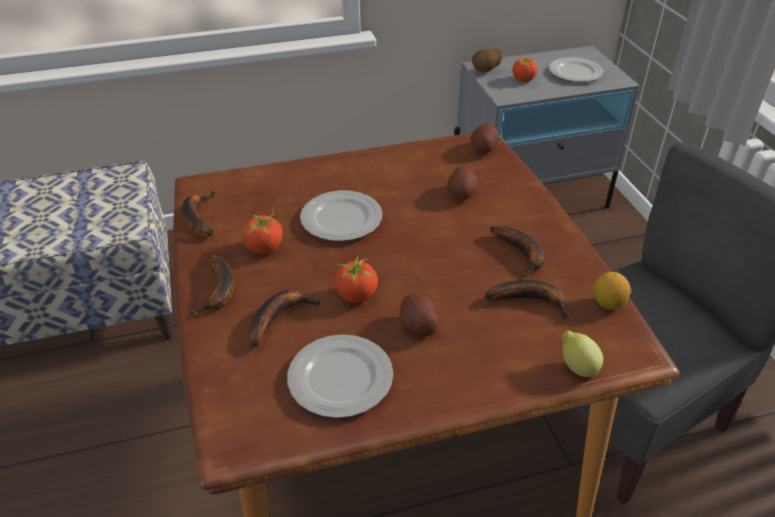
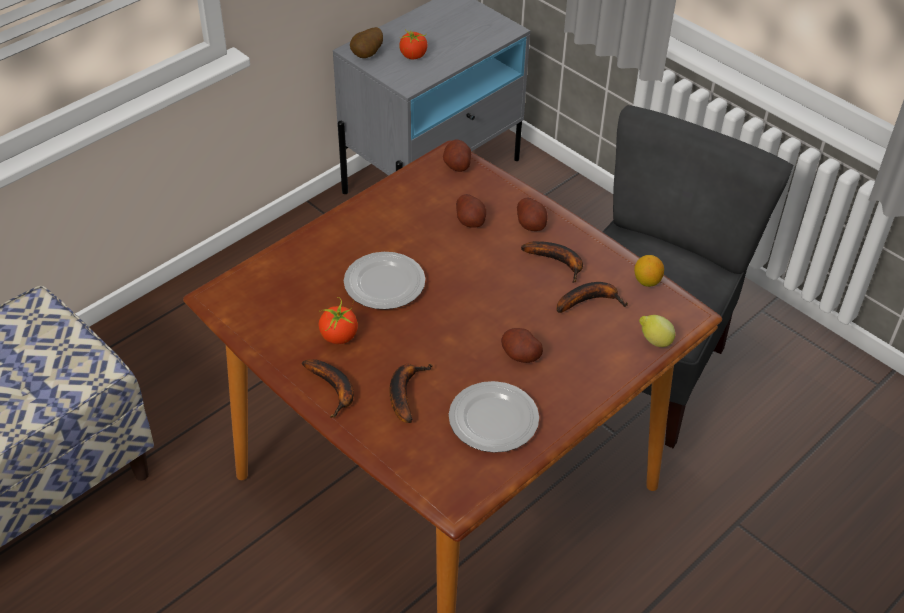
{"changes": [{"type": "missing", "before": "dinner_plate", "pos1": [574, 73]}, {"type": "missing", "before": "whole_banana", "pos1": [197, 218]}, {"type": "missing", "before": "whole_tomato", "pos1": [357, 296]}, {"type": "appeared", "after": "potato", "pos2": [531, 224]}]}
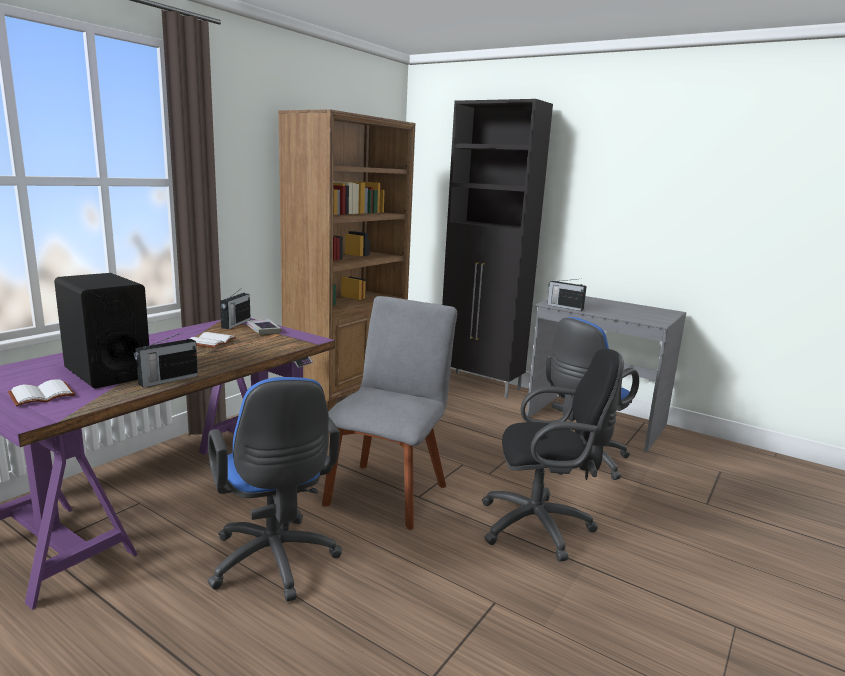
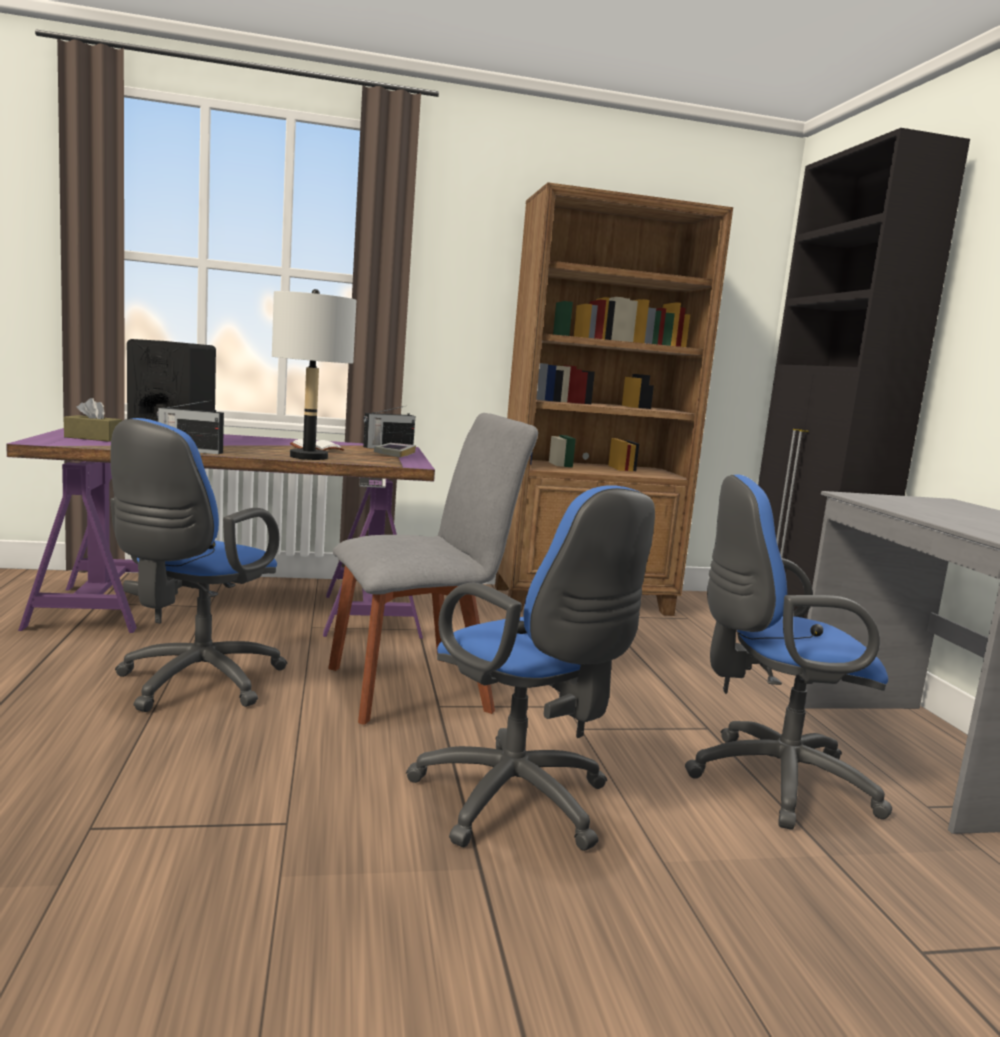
{"changes": [{"type": "missing", "before": "radio", "pos1": [564, 307]}, {"type": "colour", "before": "black_office_chair", "after": "bluish_office_chair", "pos1": [542, 527], "pos2": [519, 804]}, {"type": "exchanged", "before": "white-coloured_bound_book", "after": "brown-coloured_tissue_box", "pos1": [42, 394], "pos2": [93, 438]}, {"type": "appeared", "after": "greyish_table_lamp", "pos2": [308, 457]}]}
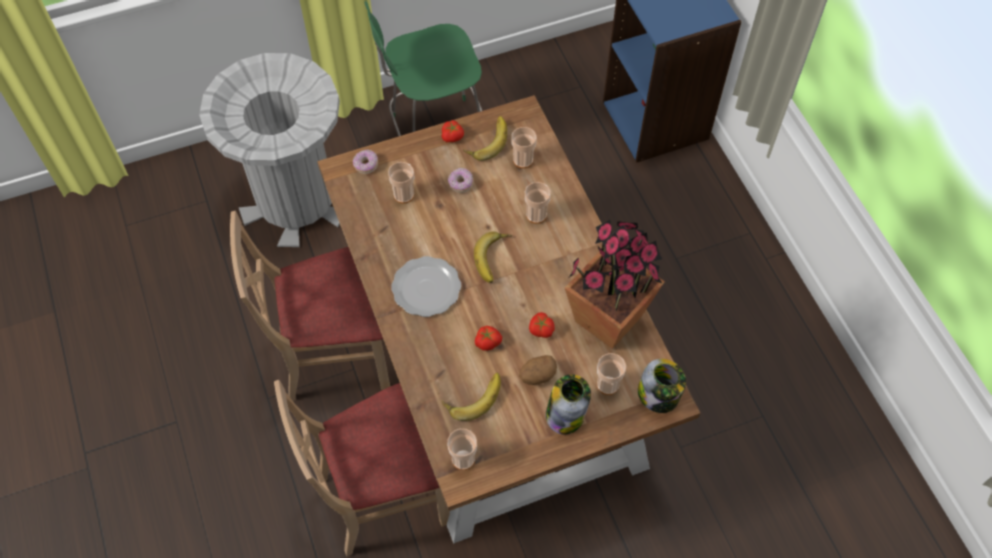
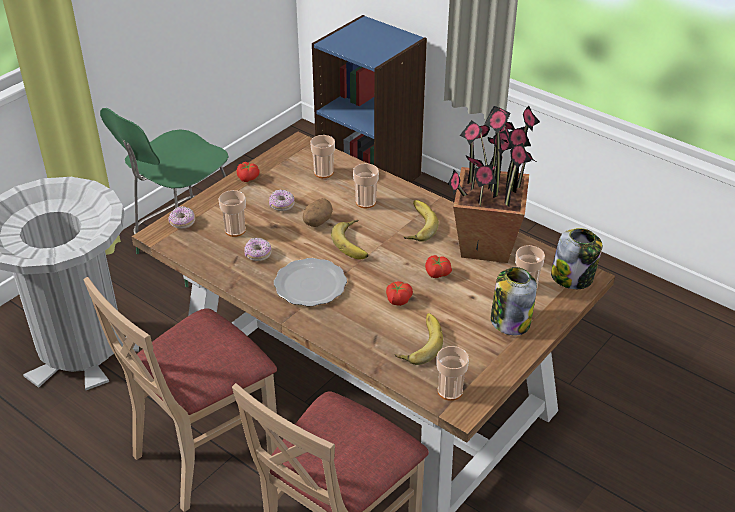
{"changes": [{"type": "relocated", "before": "whole_banana", "pos1": [487, 140], "pos2": [416, 224]}, {"type": "relocated", "before": "potato", "pos1": [537, 375], "pos2": [317, 222]}, {"type": "appeared", "after": "ring_doughnut", "pos2": [258, 254]}]}
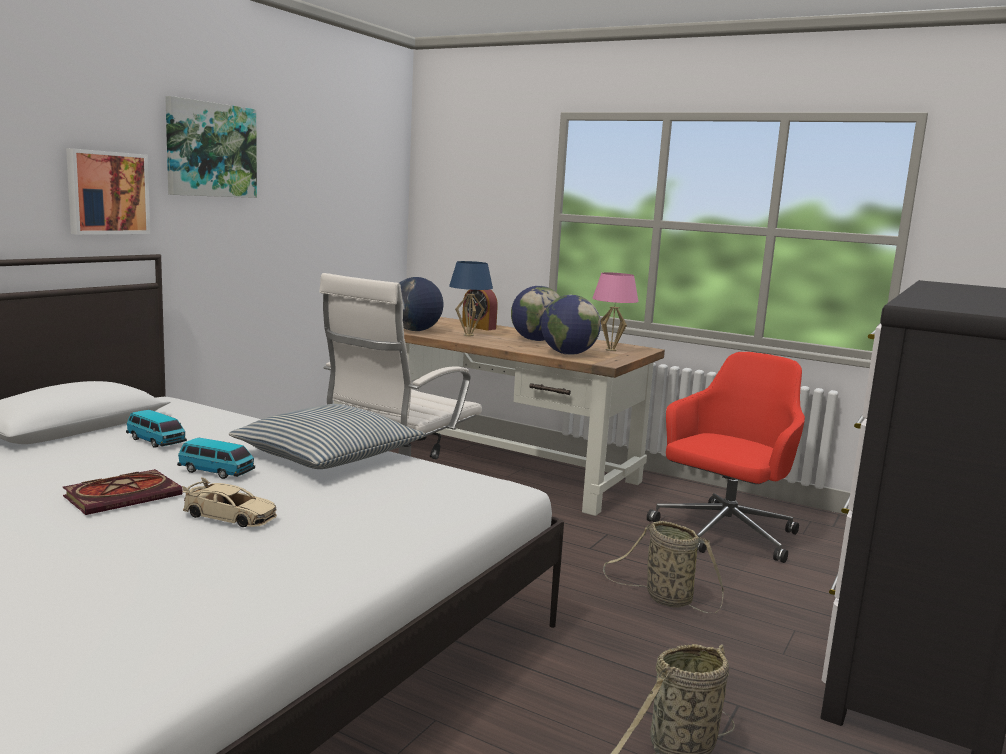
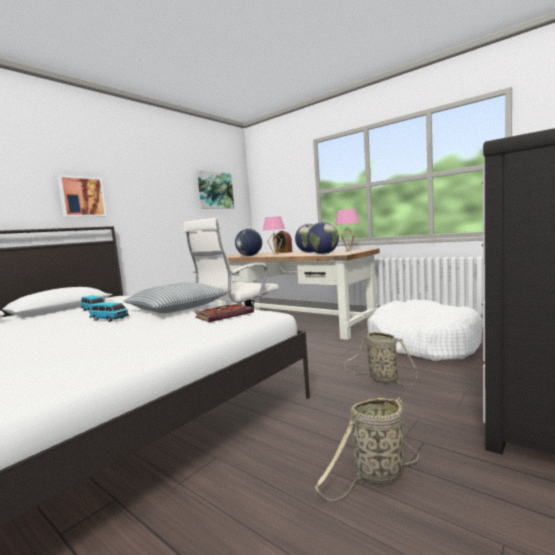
{"changes": [{"type": "relocated", "before": "wall_art", "pos1": [210, 150], "pos2": [215, 190]}, {"type": "colour", "before": "bluish_table_lamp", "after": "pinkish_table_lamp", "pos1": [468, 335], "pos2": [275, 254]}, {"type": "exchanged", "before": "reddish_office_chair", "after": "white-coloured_dog_cushion", "pos1": [724, 534], "pos2": [422, 343]}, {"type": "relocated", "before": "bound_book", "pos1": [125, 495], "pos2": [225, 315]}, {"type": "missing", "before": "beige-coloured_model_car", "pos1": [230, 516]}]}
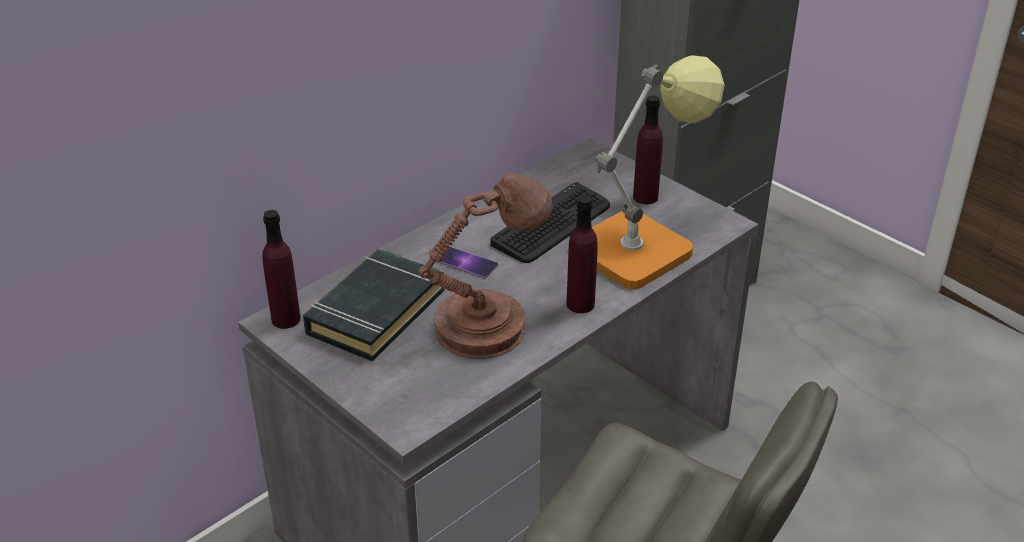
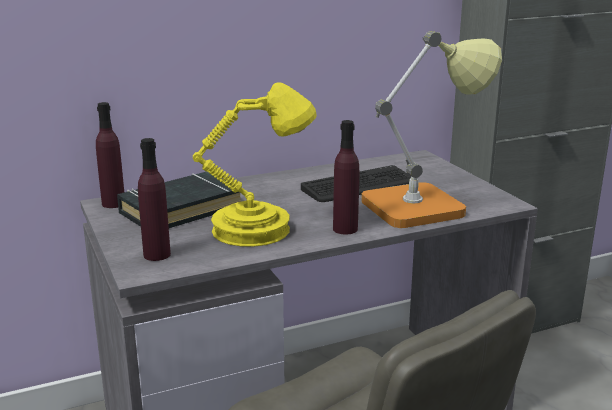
{"changes": [{"type": "relocated", "before": "purple_beverage_bottle", "pos1": [645, 197], "pos2": [157, 255]}, {"type": "colour", "before": "brown-coloured_table_lamp", "after": "yellowish_table_lamp", "pos1": [487, 326], "pos2": [258, 229]}, {"type": "missing", "before": "phone", "pos1": [466, 262]}]}
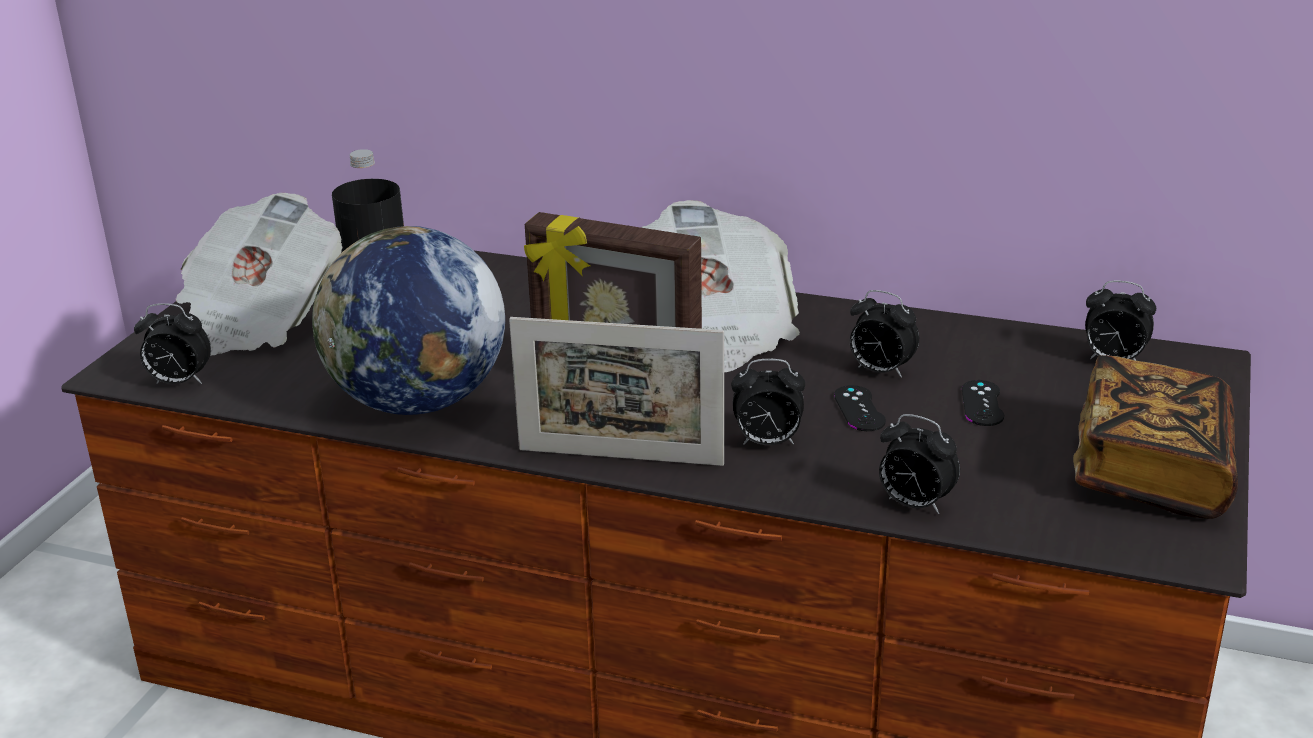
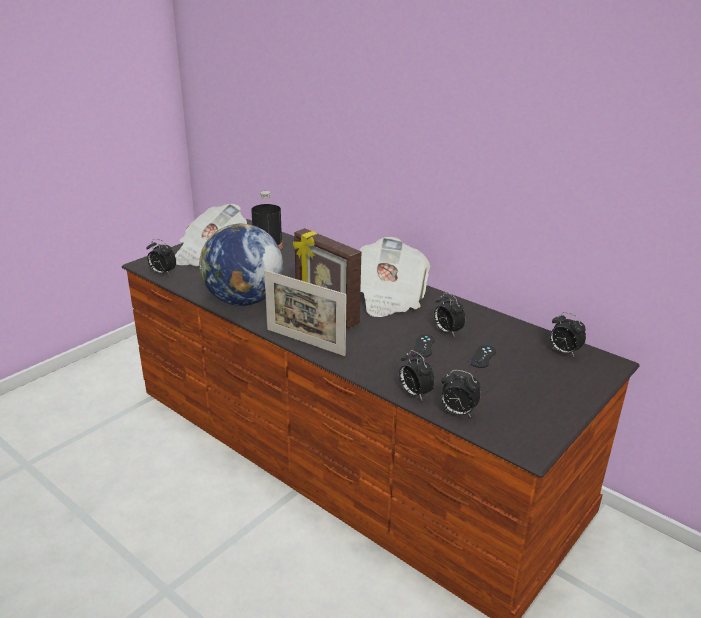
{"changes": [{"type": "missing", "before": "bound_book", "pos1": [1150, 472]}, {"type": "relocated", "before": "table_clock", "pos1": [767, 443], "pos2": [457, 413]}]}
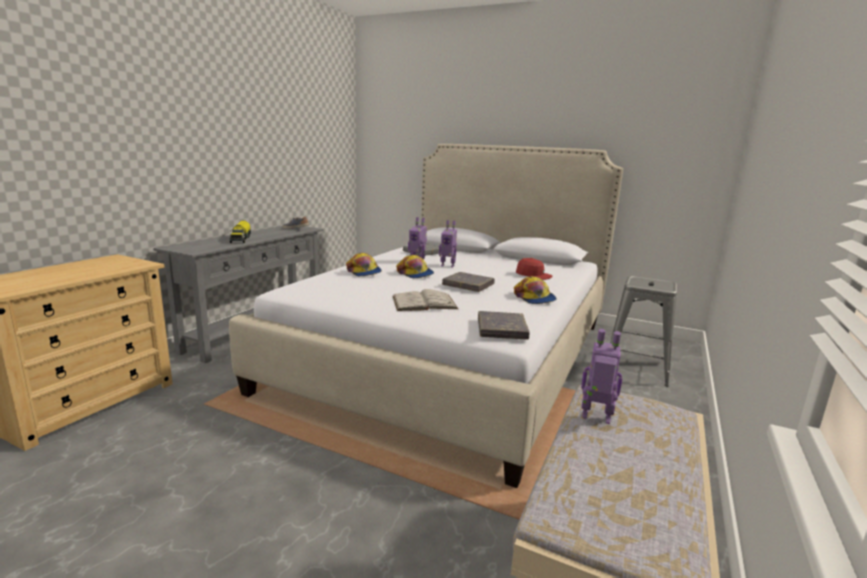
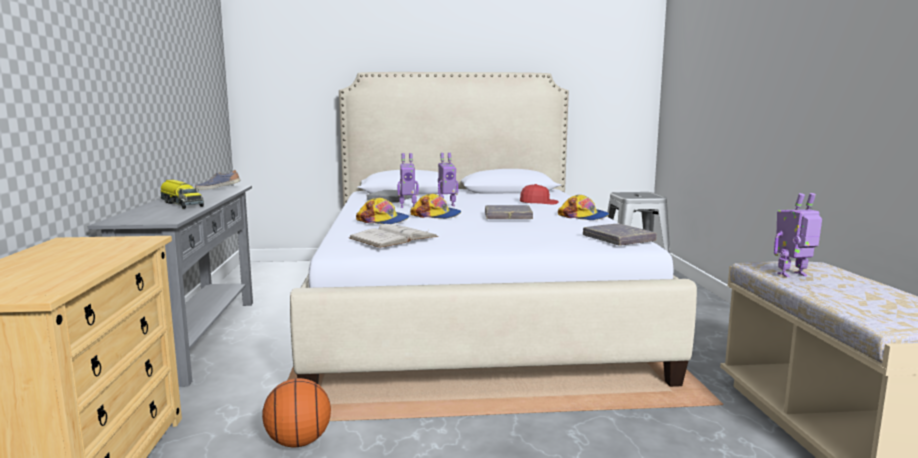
{"changes": [{"type": "relocated", "before": "white-coloured_bound_book", "pos1": [424, 302], "pos2": [393, 237]}, {"type": "appeared", "after": "basketball_ball", "pos2": [298, 442]}]}
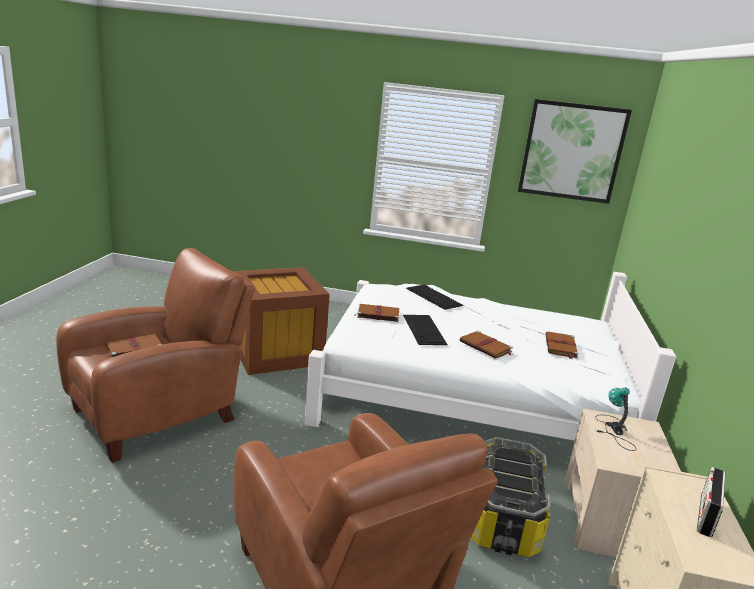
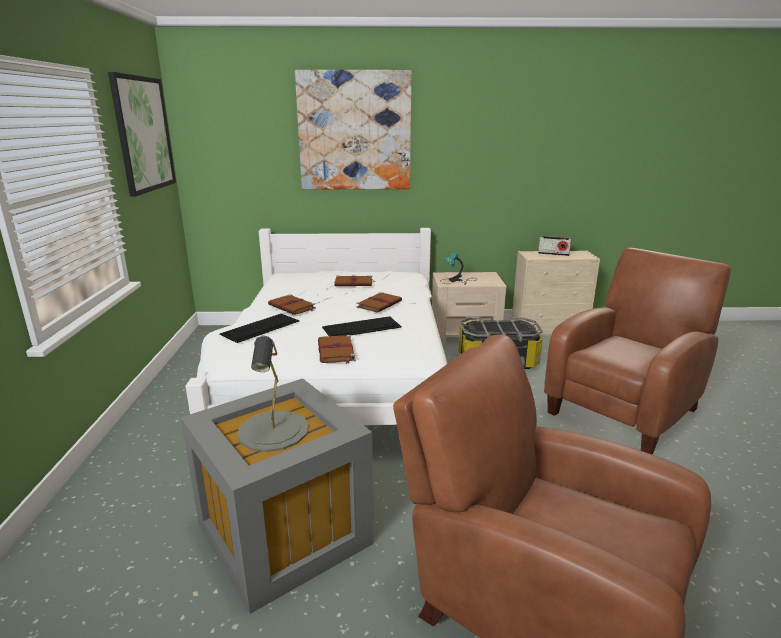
{"changes": [{"type": "colour", "before": "brown-coloured_storage_bin", "after": "greyish_storage_bin", "pos1": [277, 351], "pos2": [281, 534]}, {"type": "relocated", "before": "brown-coloured_bound_book", "pos1": [133, 348], "pos2": [292, 307]}, {"type": "appeared", "after": "wall_art", "pos2": [354, 131]}, {"type": "appeared", "after": "greyish_table_lamp", "pos2": [273, 430]}]}
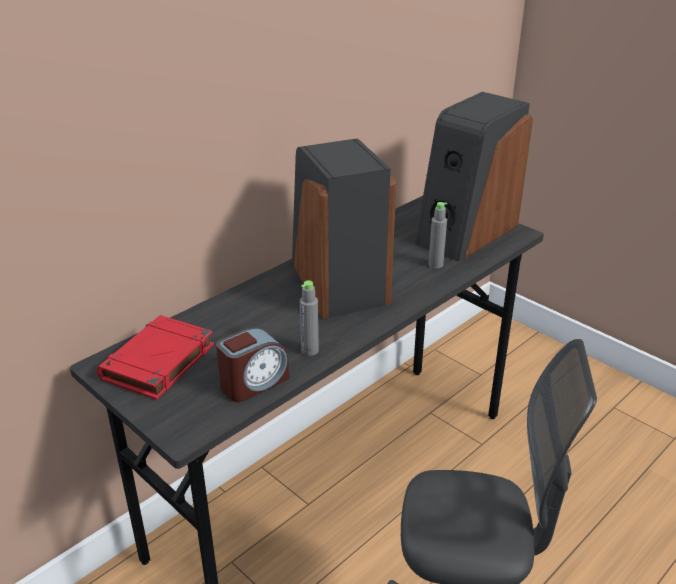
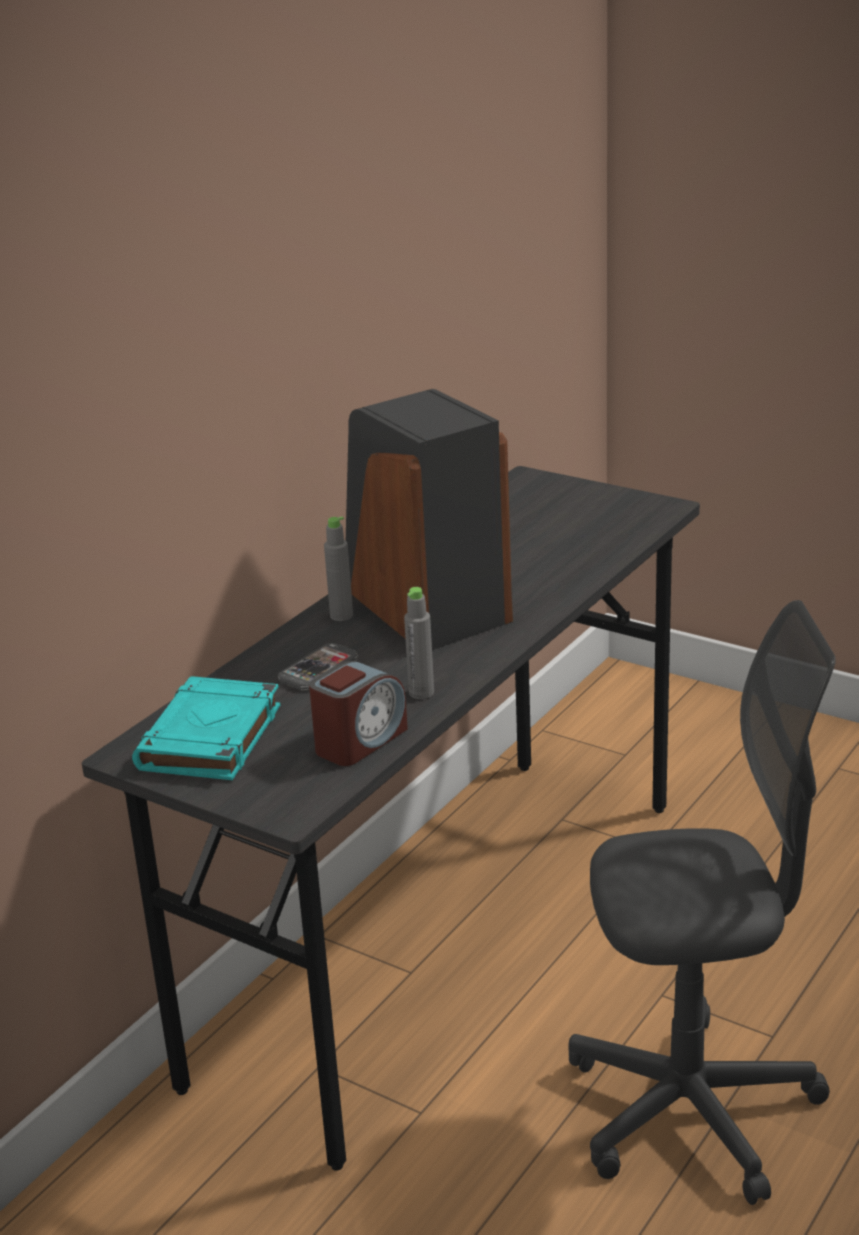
{"changes": [{"type": "missing", "before": "loudspeaker", "pos1": [466, 233]}, {"type": "relocated", "before": "greyish_beverage_bottle", "pos1": [435, 264], "pos2": [341, 616]}, {"type": "colour", "before": "reddish_bound_book", "after": "blue-green_bound_book", "pos1": [158, 363], "pos2": [210, 739]}, {"type": "appeared", "after": "phone", "pos2": [318, 670]}]}
